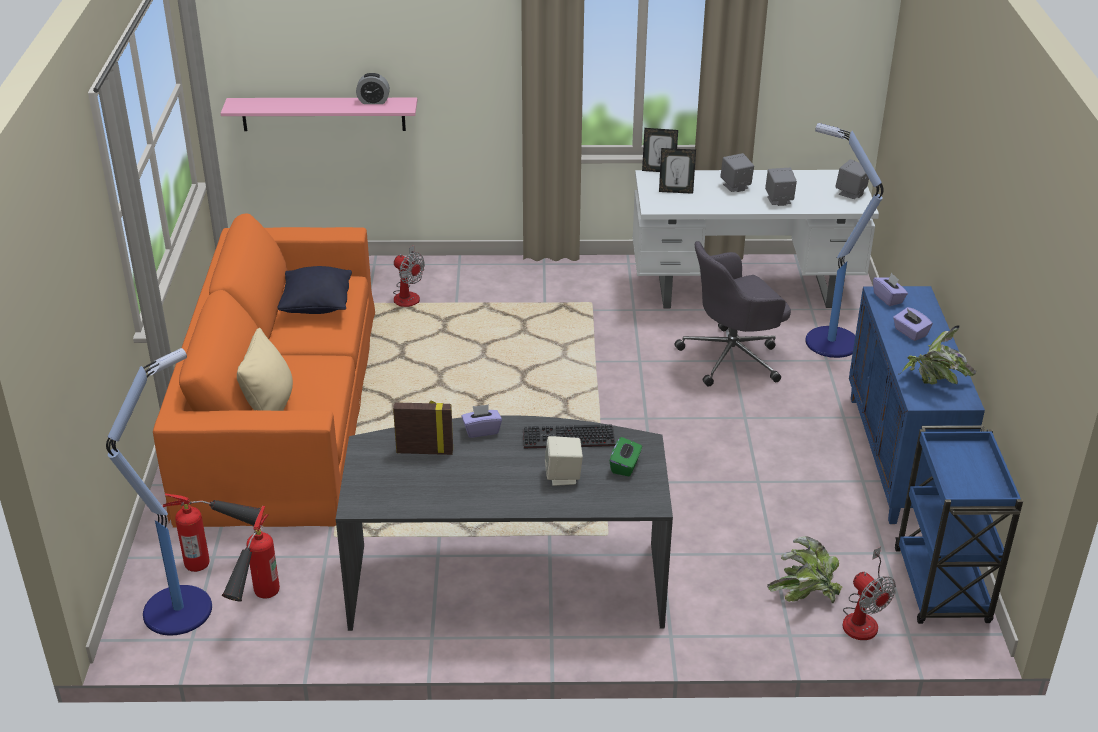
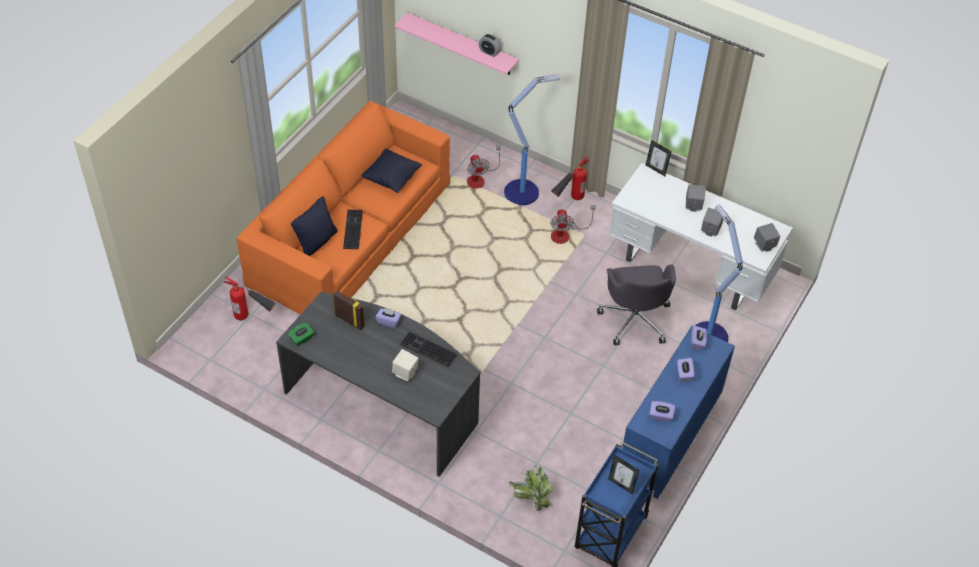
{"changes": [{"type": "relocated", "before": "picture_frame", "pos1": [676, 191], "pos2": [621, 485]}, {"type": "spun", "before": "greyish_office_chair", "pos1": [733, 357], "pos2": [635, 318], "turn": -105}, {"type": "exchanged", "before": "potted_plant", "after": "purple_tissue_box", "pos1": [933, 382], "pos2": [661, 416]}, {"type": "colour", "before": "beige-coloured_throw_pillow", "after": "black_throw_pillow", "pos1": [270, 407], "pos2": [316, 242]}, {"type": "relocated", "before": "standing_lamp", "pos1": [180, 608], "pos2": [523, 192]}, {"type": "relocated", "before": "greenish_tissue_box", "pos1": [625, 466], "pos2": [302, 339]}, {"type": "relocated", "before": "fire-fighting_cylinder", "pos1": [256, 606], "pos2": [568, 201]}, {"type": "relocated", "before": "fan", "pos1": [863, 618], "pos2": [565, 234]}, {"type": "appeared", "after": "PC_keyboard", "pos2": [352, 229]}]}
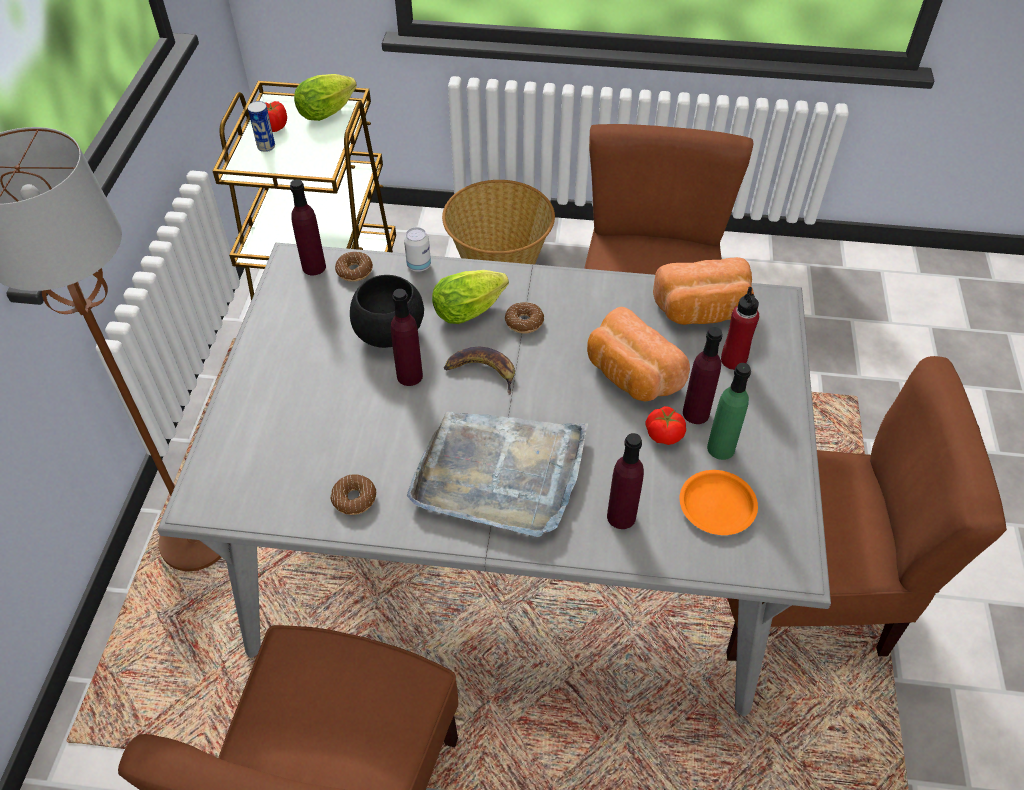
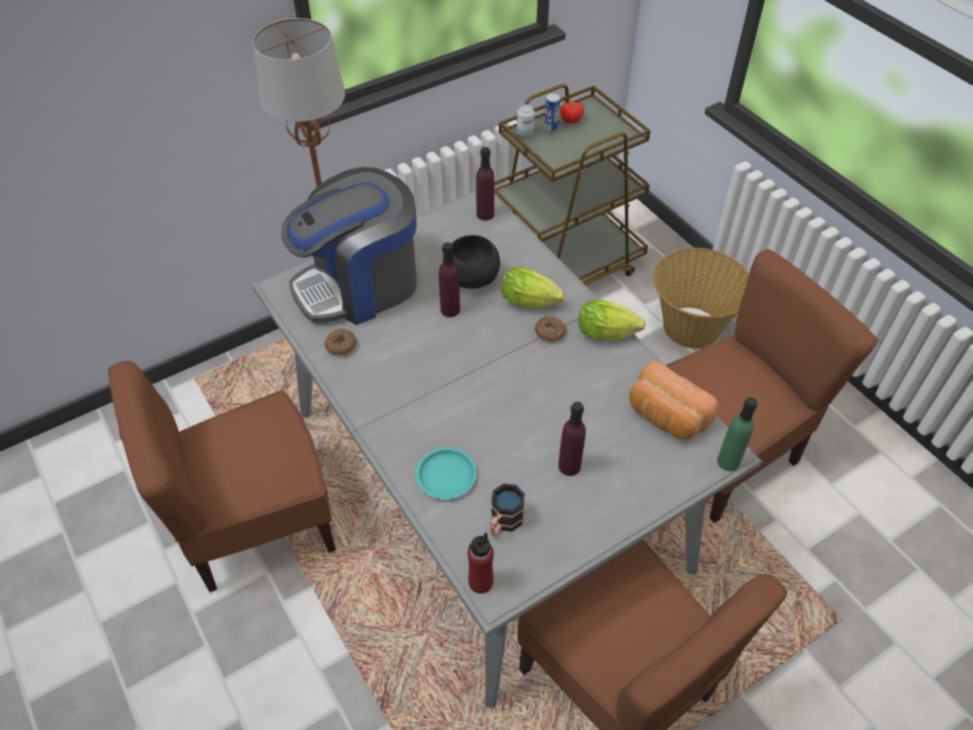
{"changes": [{"type": "relocated", "before": "lettuce", "pos1": [329, 111], "pos2": [610, 333]}, {"type": "relocated", "before": "can", "pos1": [419, 265], "pos2": [525, 133]}, {"type": "missing", "before": "ring_doughnut", "pos1": [354, 271]}, {"type": "relocated", "before": "reddish_beverage_bottle", "pos1": [733, 360], "pos2": [480, 582]}, {"type": "missing", "before": "baked_bread", "pos1": [630, 375]}, {"type": "missing", "before": "whole_banana", "pos1": [483, 371]}, {"type": "relocated", "before": "greenish_beverage_bottle", "pos1": [720, 448], "pos2": [728, 461]}, {"type": "missing", "before": "whole_tomato", "pos1": [664, 435]}, {"type": "missing", "before": "greyish_carrying_tray", "pos1": [500, 474]}, {"type": "exchanged", "before": "purple_beverage_bottle", "after": "blue-green_dinner_plate", "pos1": [621, 516], "pos2": [446, 476]}, {"type": "exchanged", "before": "orange_dinner_plate", "after": "tea_mug", "pos1": [718, 506], "pos2": [503, 523]}, {"type": "appeared", "after": "coffee_maker", "pos2": [359, 285]}]}
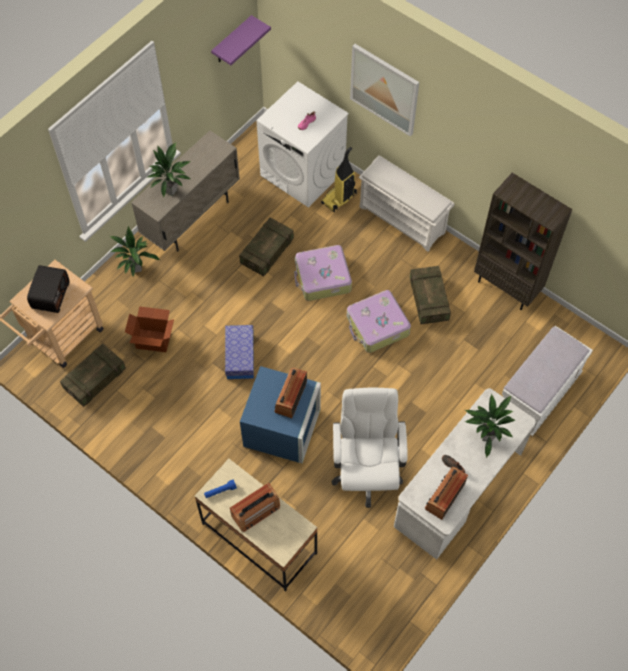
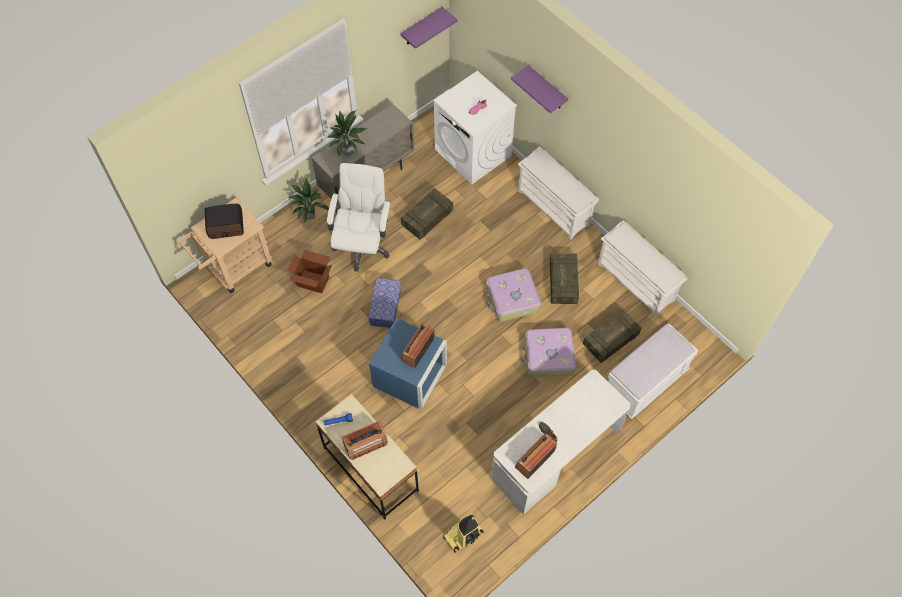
{"changes": [{"type": "exchanged", "before": "wall_art", "after": "purple_bracket_shelf", "pos1": [384, 89], "pos2": [547, 88]}, {"type": "relocated", "before": "vacuum_cleaner", "pos1": [339, 199], "pos2": [463, 536]}, {"type": "exchanged", "before": "brown-coloured_bookcase", "after": "white-coloured_shoe_rack", "pos1": [507, 287], "pos2": [636, 282]}, {"type": "relocated", "before": "suitcase", "pos1": [322, 278], "pos2": [548, 356]}, {"type": "spun", "before": "radio", "pos1": [50, 295], "pos2": [226, 228], "turn": -120}, {"type": "relocated", "before": "crate", "pos1": [95, 379], "pos2": [610, 340]}, {"type": "relocated", "before": "white-coloured_office_chair", "pos1": [366, 471], "pos2": [362, 244]}, {"type": "missing", "before": "potted_plant", "pos1": [486, 436]}]}
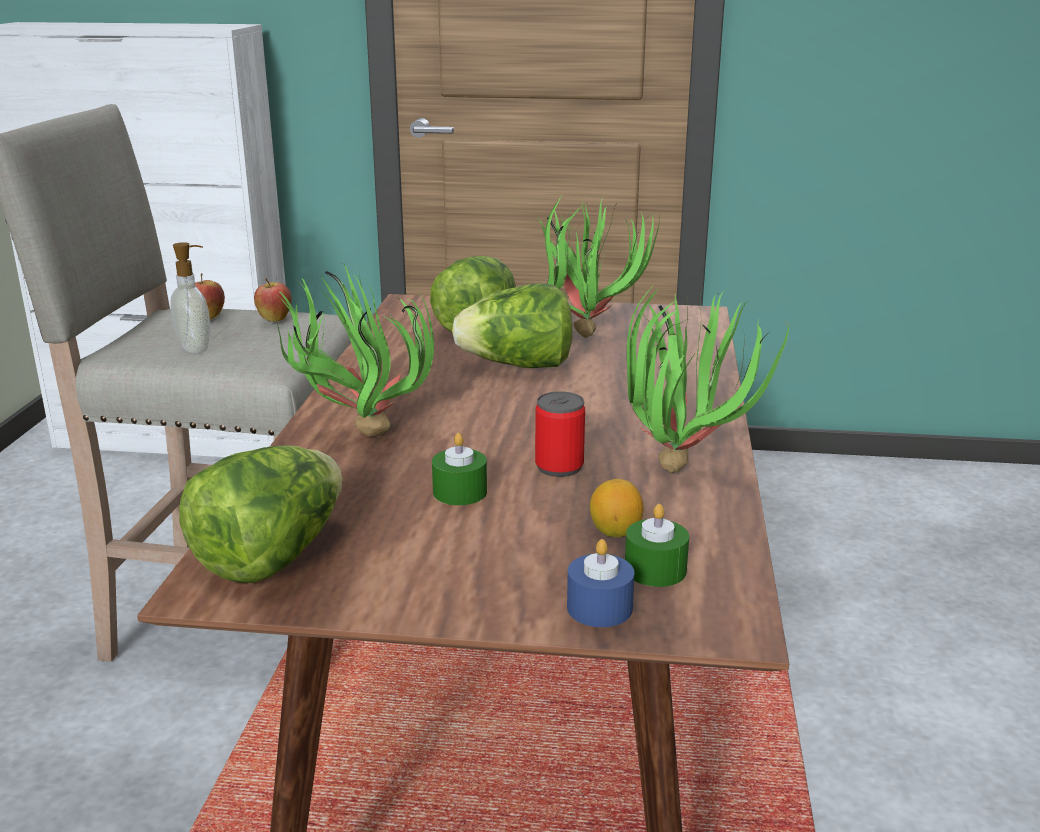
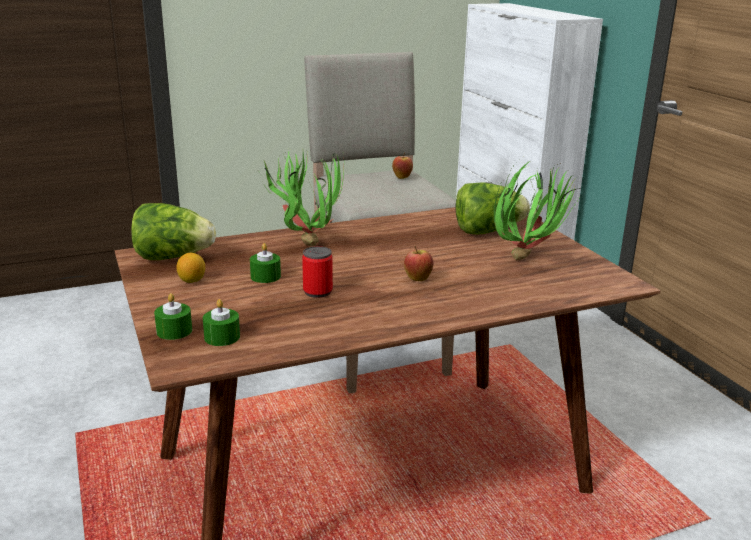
{"changes": [{"type": "missing", "before": "soap_bottle", "pos1": [196, 348]}, {"type": "relocated", "before": "apple_fruit", "pos1": [275, 320], "pos2": [417, 279]}, {"type": "missing", "before": "lettuce", "pos1": [518, 366]}, {"type": "missing", "before": "potted_plant", "pos1": [684, 463]}, {"type": "relocated", "before": "citrus_fruit", "pos1": [615, 532], "pos2": [192, 280]}, {"type": "colour", "before": "bluish_wax_candle", "after": "greenish_wax_candle", "pos1": [599, 608], "pos2": [174, 331]}]}
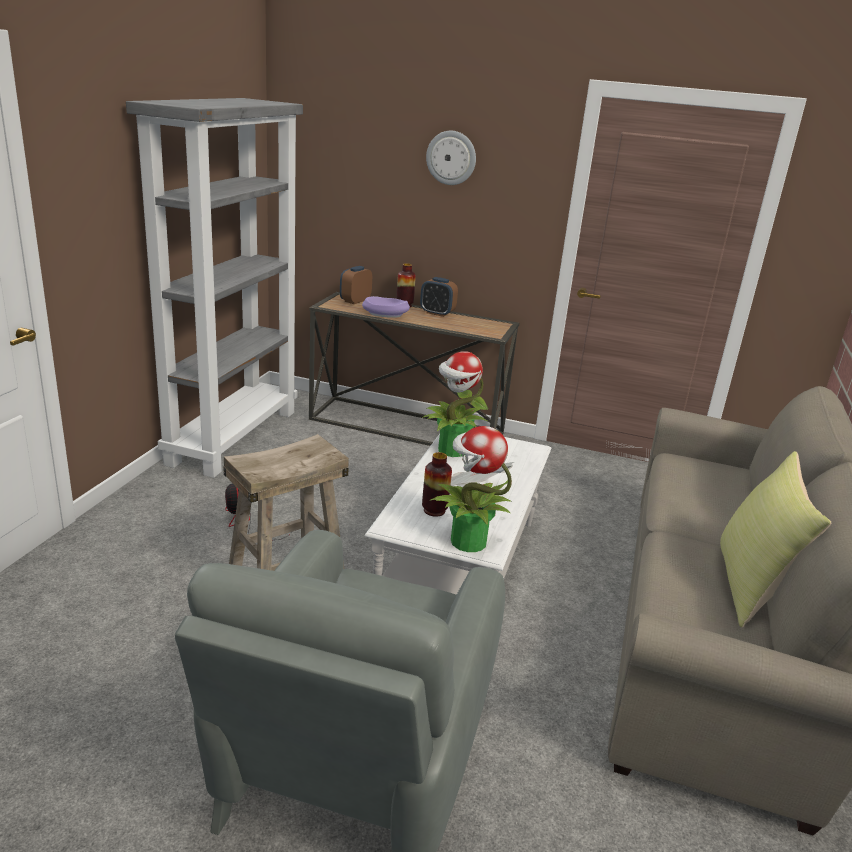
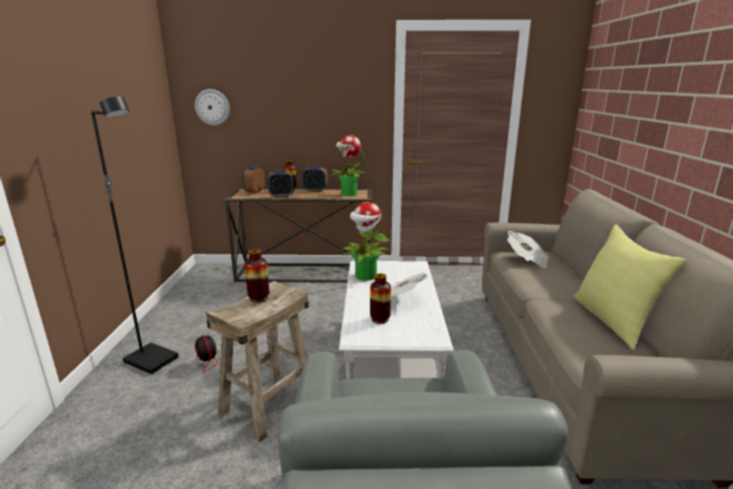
{"changes": [{"type": "missing", "before": "greyish_bookcase", "pos1": [233, 436]}, {"type": "relocated", "before": "hanging_clock", "pos1": [451, 158], "pos2": [212, 107]}, {"type": "exchanged", "before": "purple_deep_dish", "after": "table_clock", "pos1": [385, 315], "pos2": [281, 196]}, {"type": "relocated", "before": "potted_plant", "pos1": [467, 541], "pos2": [348, 194]}, {"type": "appeared", "after": "black_standing_lamp", "pos2": [153, 360]}, {"type": "appeared", "after": "printed_paper", "pos2": [527, 260]}, {"type": "appeared", "after": "vase", "pos2": [259, 298]}]}
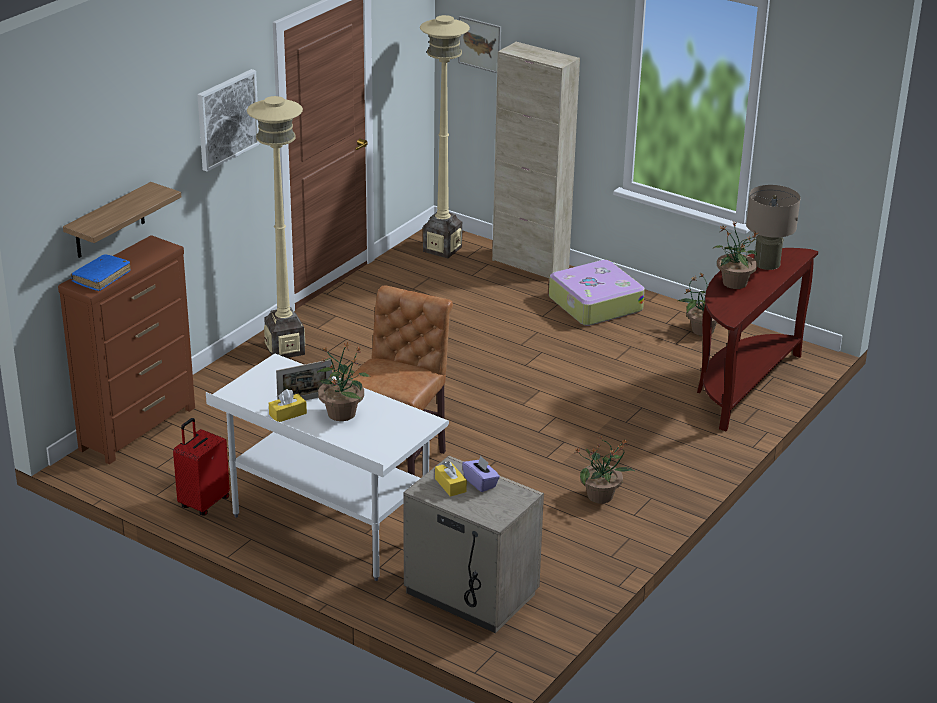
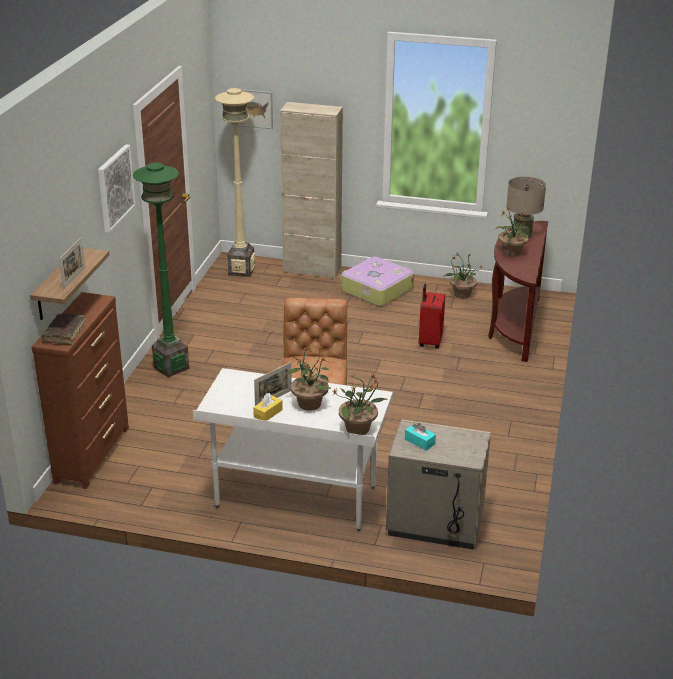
{"changes": [{"type": "colour", "before": "beige-coloured_standing_lamp", "after": "greenish_standing_lamp", "pos1": [285, 349], "pos2": [171, 367]}, {"type": "colour", "before": "bluish_bound_book", "after": "brown-coloured_bound_book", "pos1": [101, 277], "pos2": [65, 333]}, {"type": "relocated", "before": "reddish_suitcase", "pos1": [203, 502], "pos2": [429, 342]}, {"type": "relocated", "before": "potted_plant", "pos1": [601, 496], "pos2": [358, 429]}, {"type": "missing", "before": "purple_tissue_box", "pos1": [480, 483]}, {"type": "colour", "before": "yellowish_tissue_box", "after": "blue-green_tissue_box", "pos1": [450, 485], "pos2": [419, 441]}, {"type": "appeared", "after": "picture_frame", "pos2": [74, 278]}]}
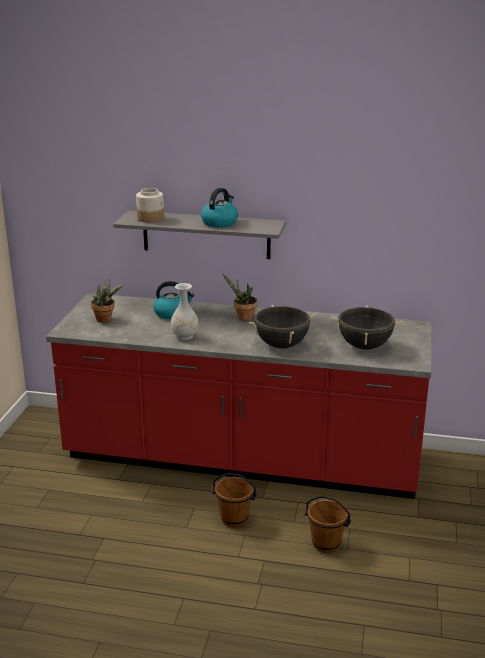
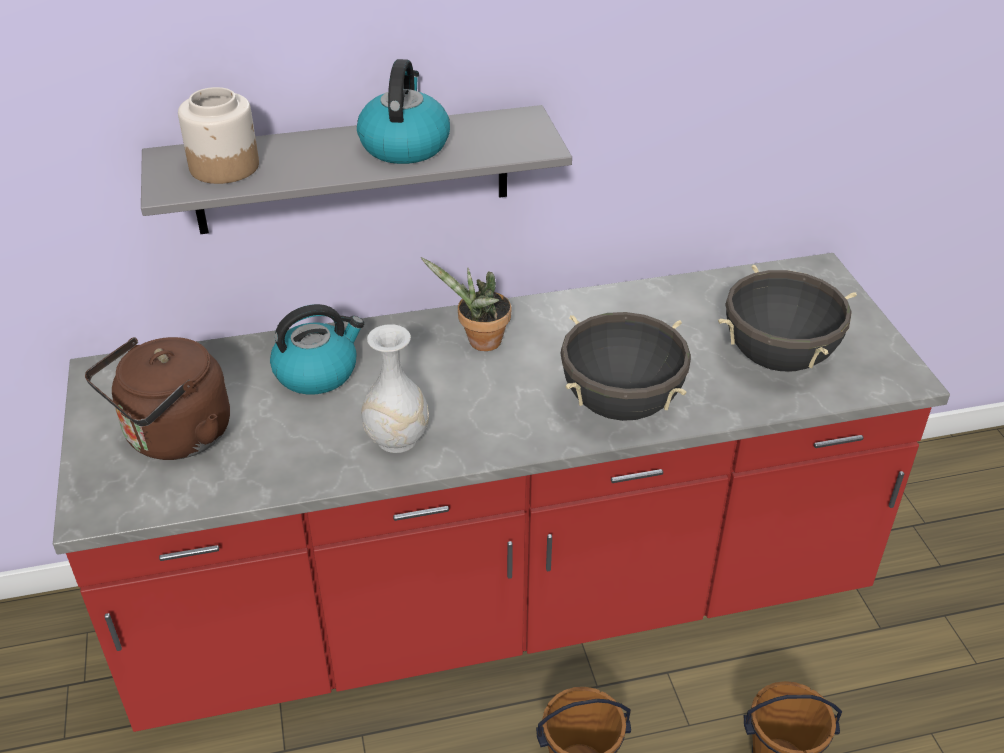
{"changes": [{"type": "exchanged", "before": "potted_plant", "after": "brown-coloured_water_kettle", "pos1": [106, 319], "pos2": [174, 437]}]}
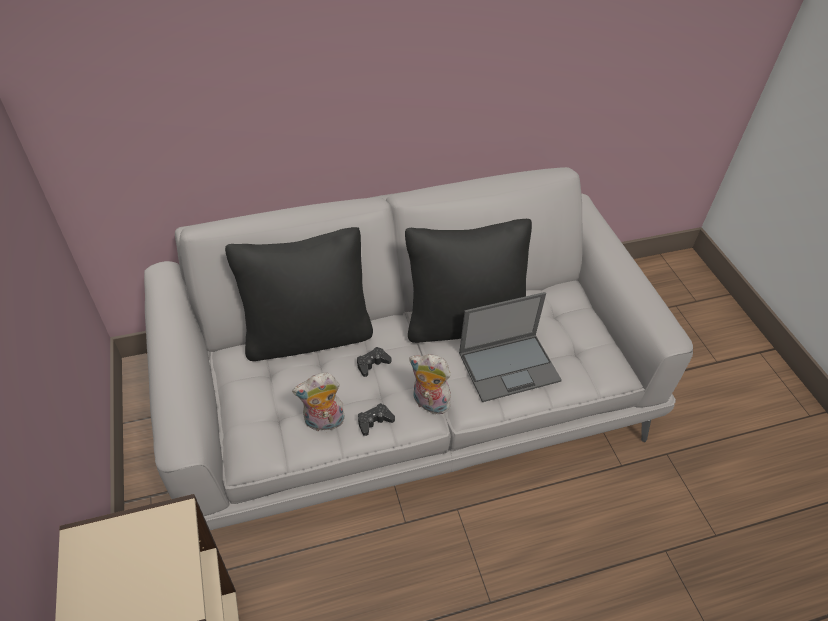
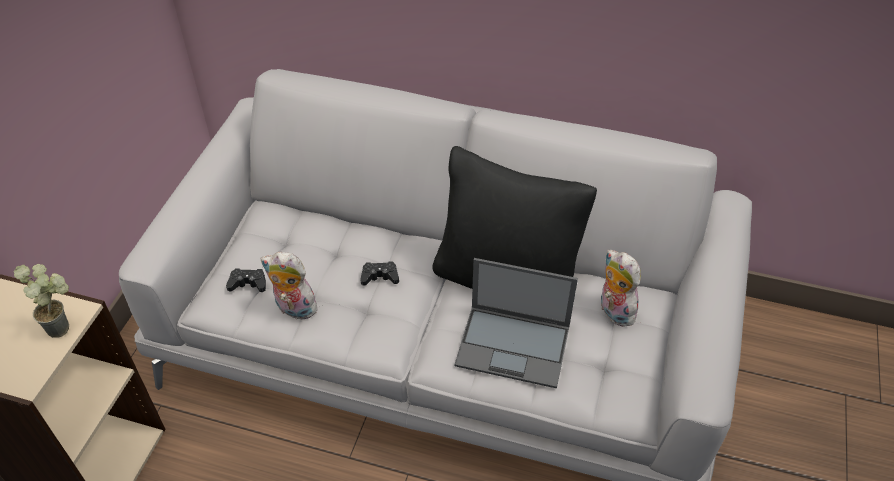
{"changes": [{"type": "missing", "before": "black_throw_pillow", "pos1": [308, 335]}, {"type": "relocated", "before": "soft_toy", "pos1": [428, 403], "pos2": [613, 311]}, {"type": "relocated", "before": "black_game_controller", "pos1": [374, 421], "pos2": [248, 283]}, {"type": "appeared", "after": "potted_plant", "pos2": [65, 325]}]}
